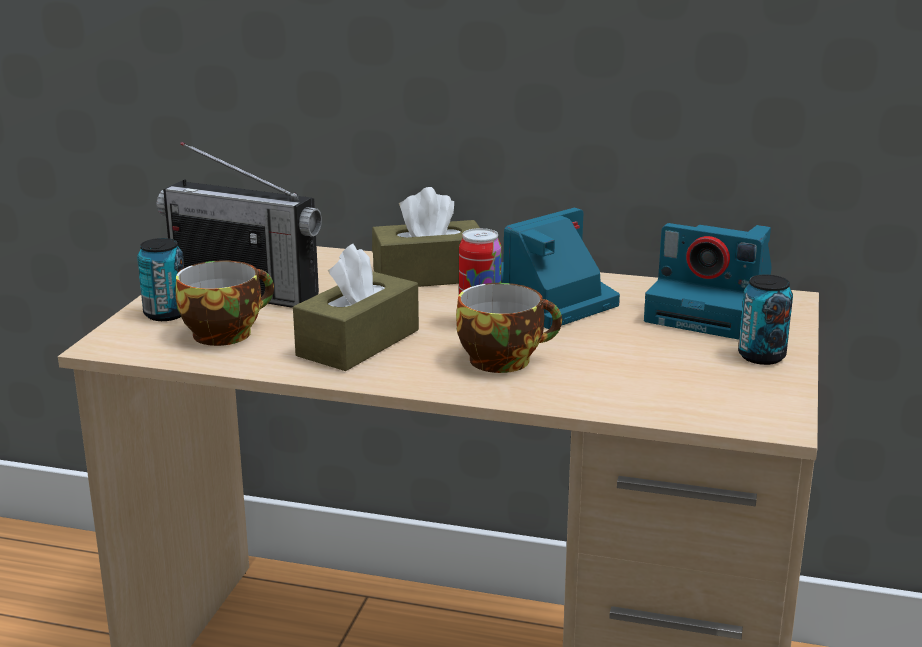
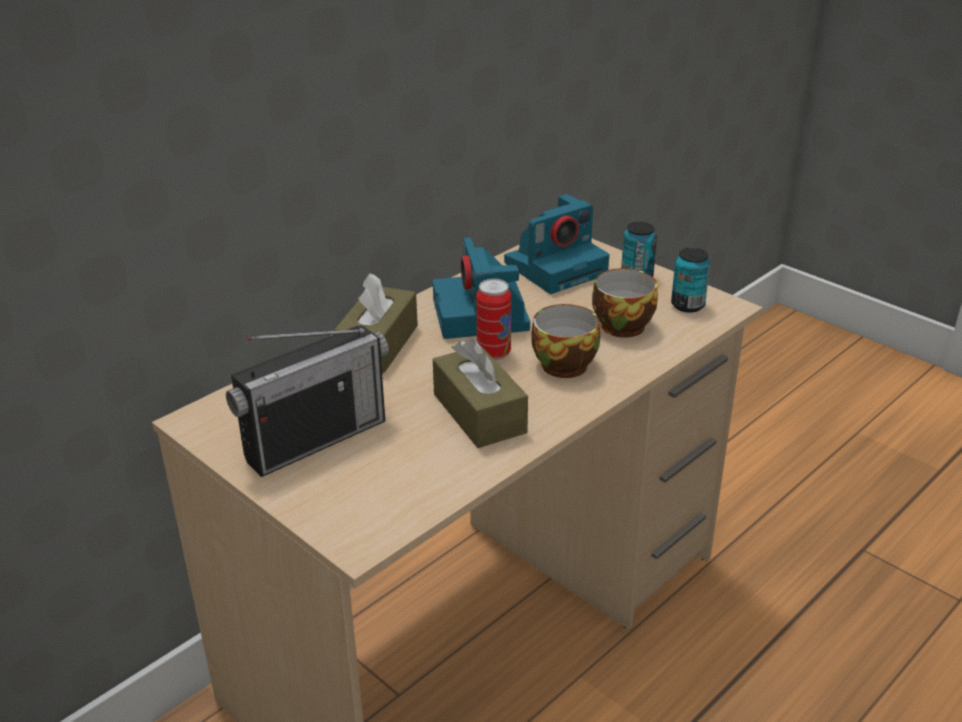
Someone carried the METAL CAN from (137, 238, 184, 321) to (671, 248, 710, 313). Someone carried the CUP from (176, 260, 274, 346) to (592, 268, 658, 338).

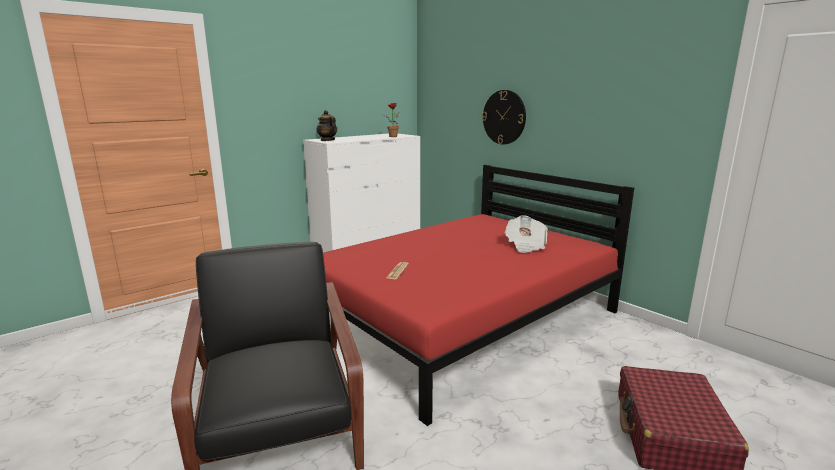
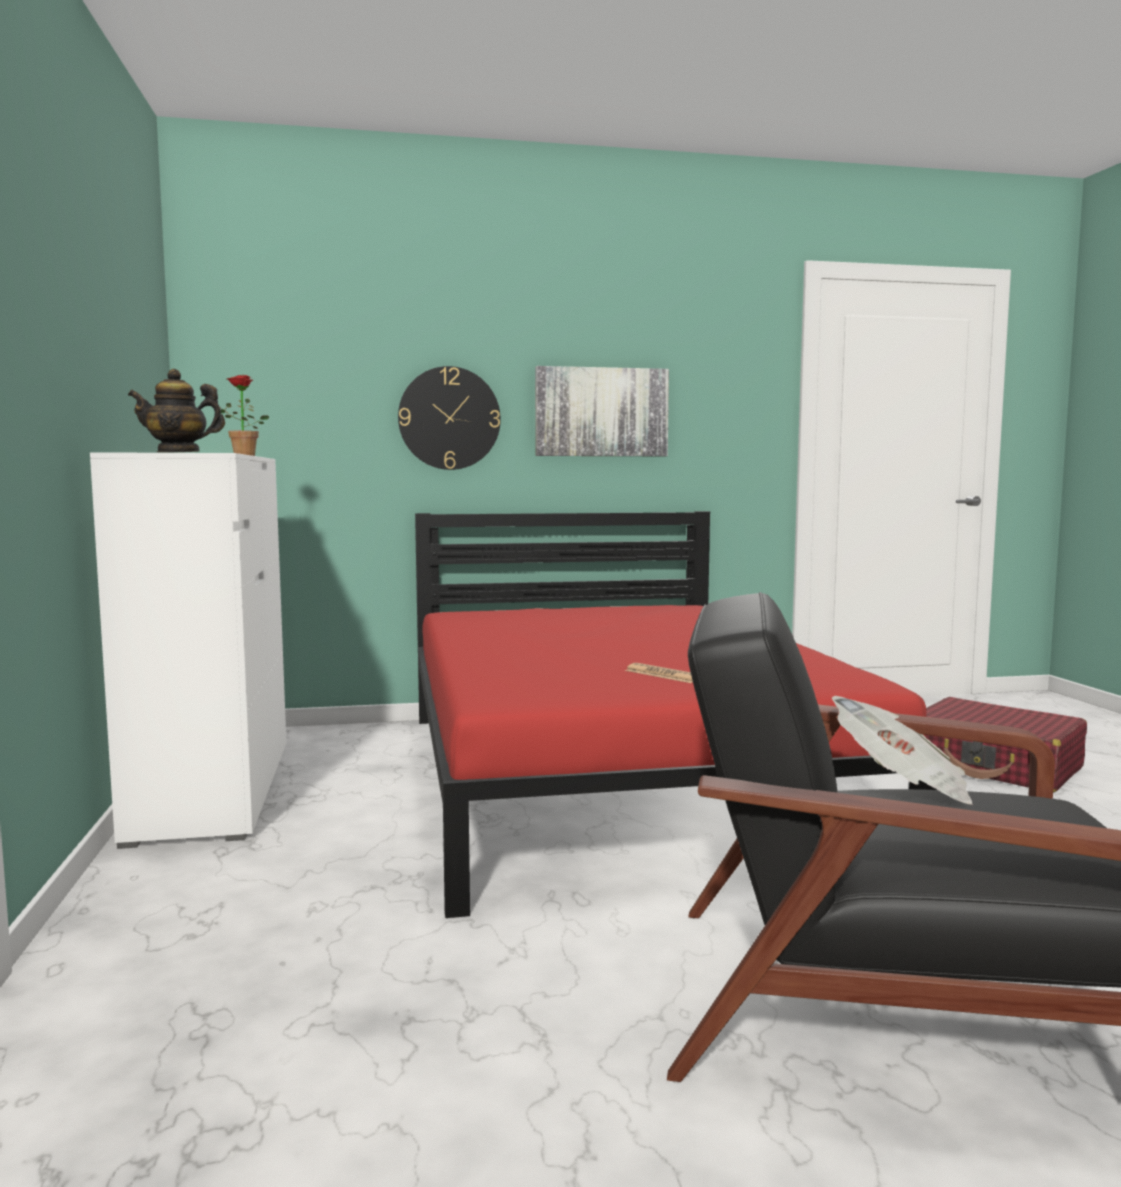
Someone carried the NEWSPAPER from (505, 215, 548, 253) to (832, 696, 973, 805). Someone put up the WALL PICTURE at (535, 366, 669, 456).

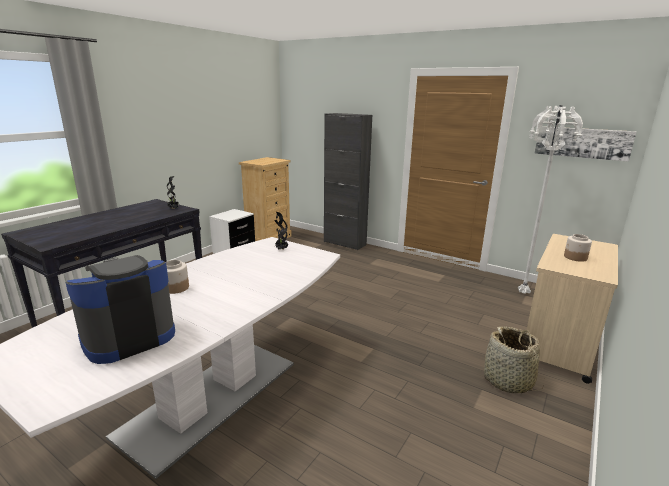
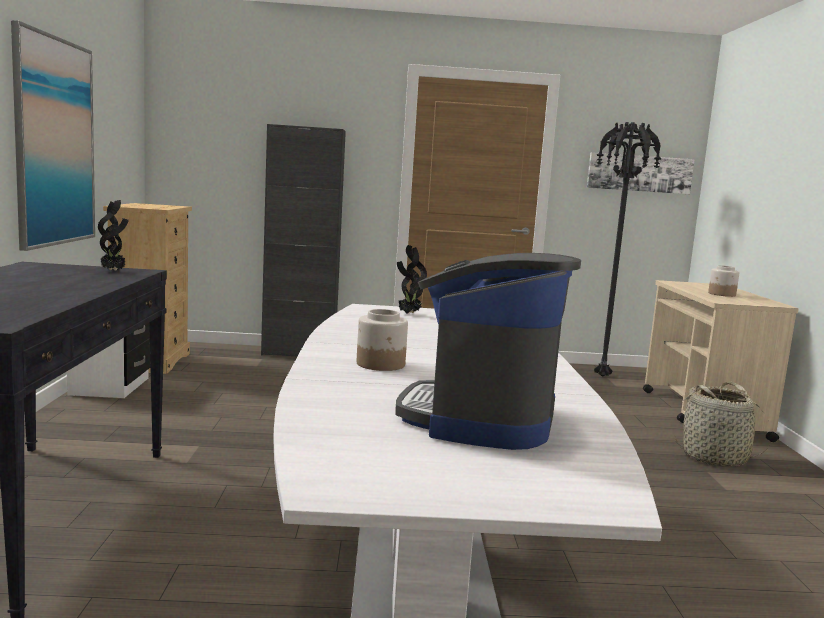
Someone repainted the WHITE STANDARD LAMP at (518, 105, 583, 294), which became the BLACKISH STANDARD LAMP at (594, 122, 661, 377). Someone put up the WALL PICTURE at (11, 20, 95, 251).

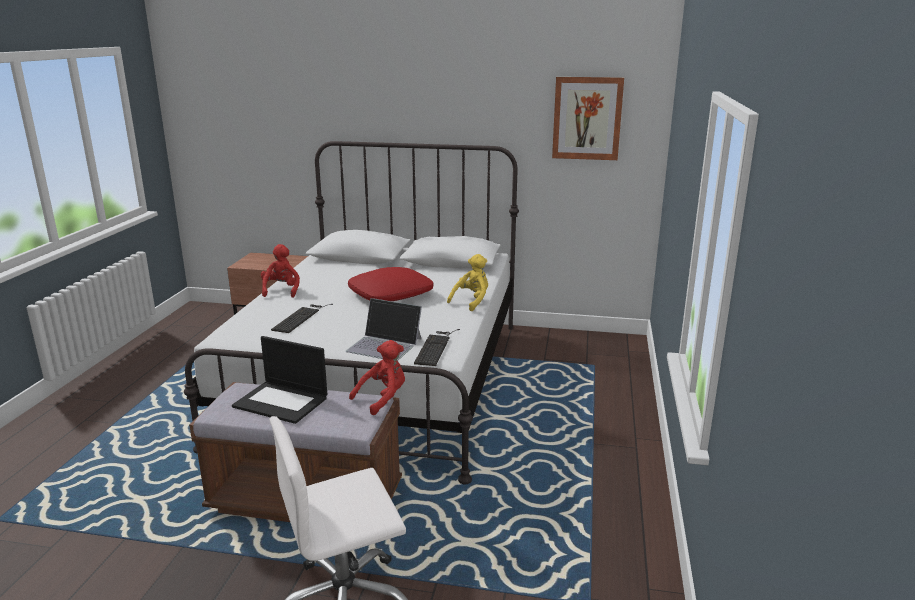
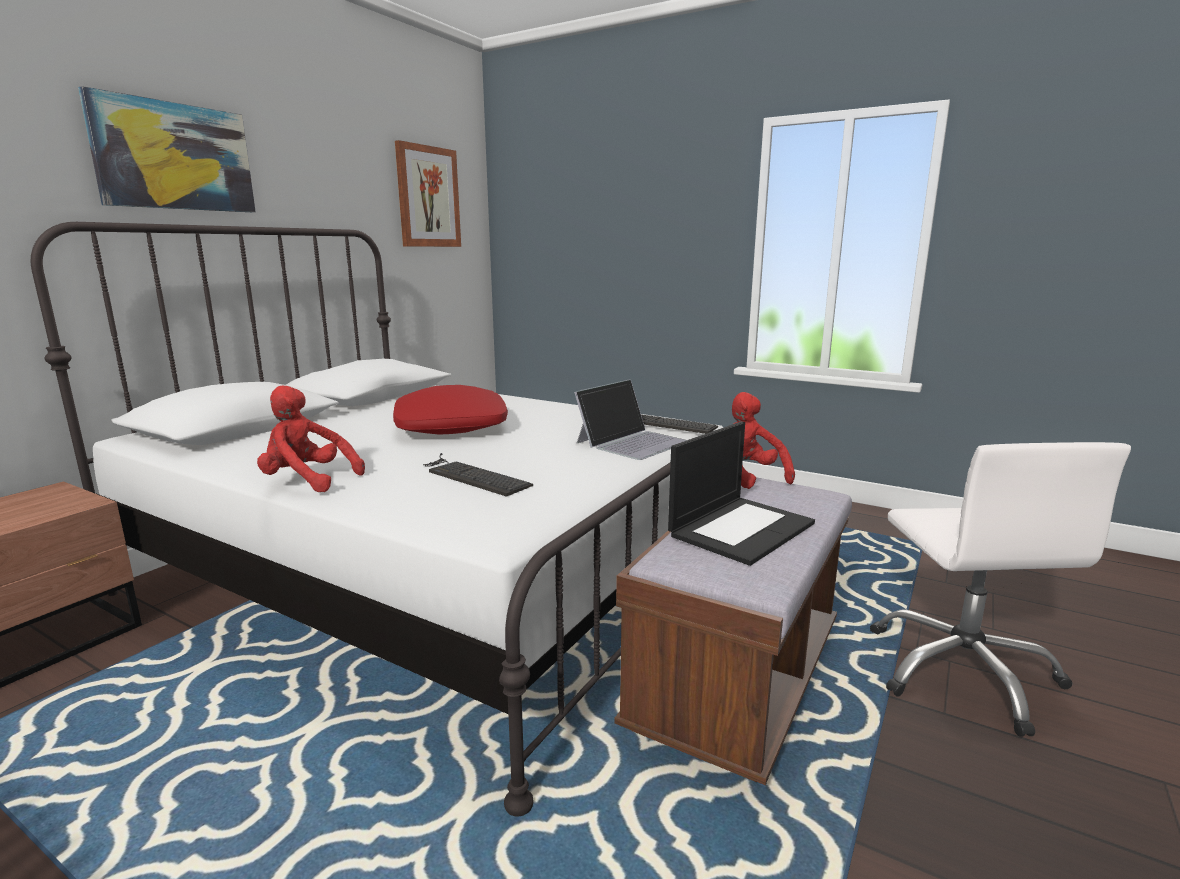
Someone took away the YELLOW-COLOURED SOFT TOY at (447, 254, 488, 311). Someone put up the WALL PICTURE at (78, 86, 256, 212).

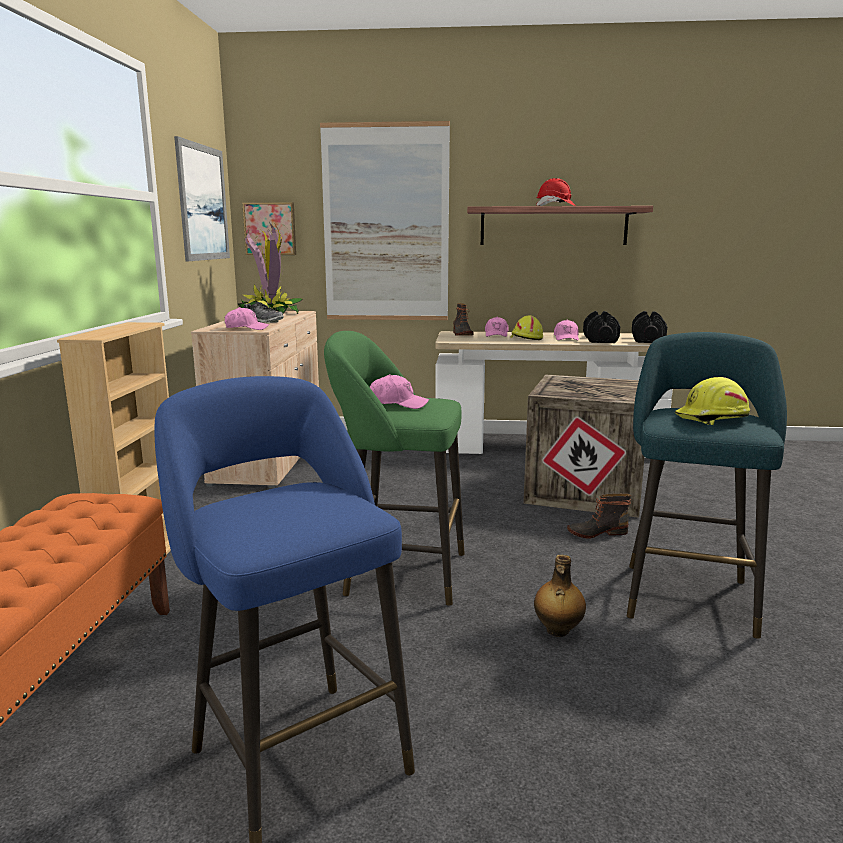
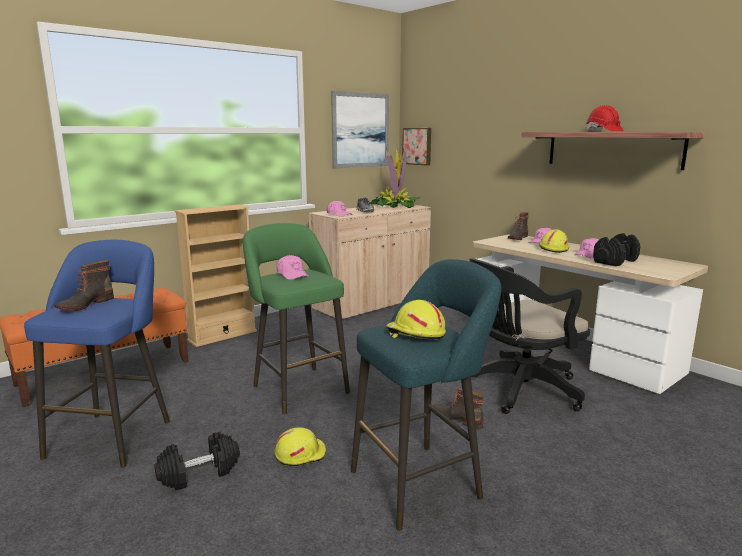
Someone took away the WALL PICTURE at (320, 121, 450, 320). Someone carried the BLACKISH DUMBBELL from (632, 311, 667, 343) to (154, 432, 240, 490). Someone swapped the SHIPPING CRATE at (523, 375, 645, 518) for the BLACKISH OFFICE CHAIR at (470, 258, 590, 414). Someone swapped the BOTTLE at (534, 555, 586, 637) for the YELLOW-COLOURED SAFETY HELMET at (274, 428, 326, 466). Someone put down the TALL BOOT at (55, 260, 114, 311).

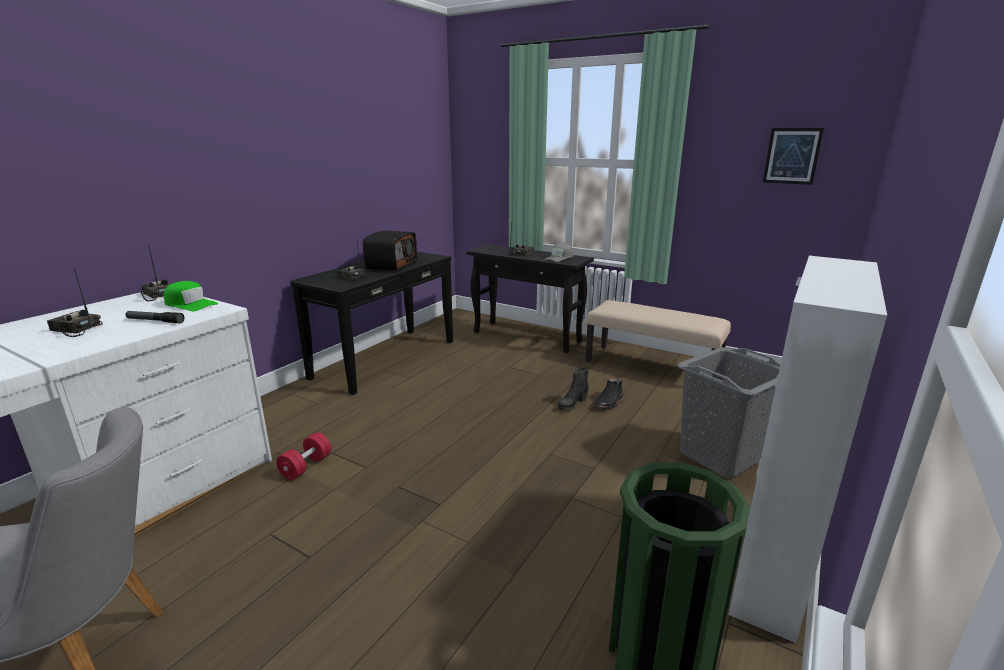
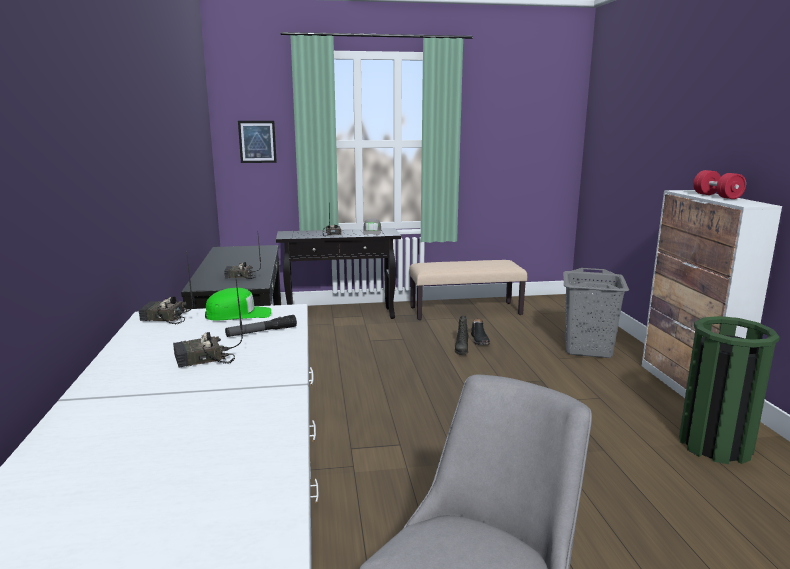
Someone carried the WALL PICTURE from (763, 128, 824, 185) to (238, 121, 277, 163). Someone took away the RADIO SET at (363, 231, 417, 271). Someone carried the RED-COLOURED DUMBBELL from (276, 432, 331, 480) to (693, 170, 746, 199).

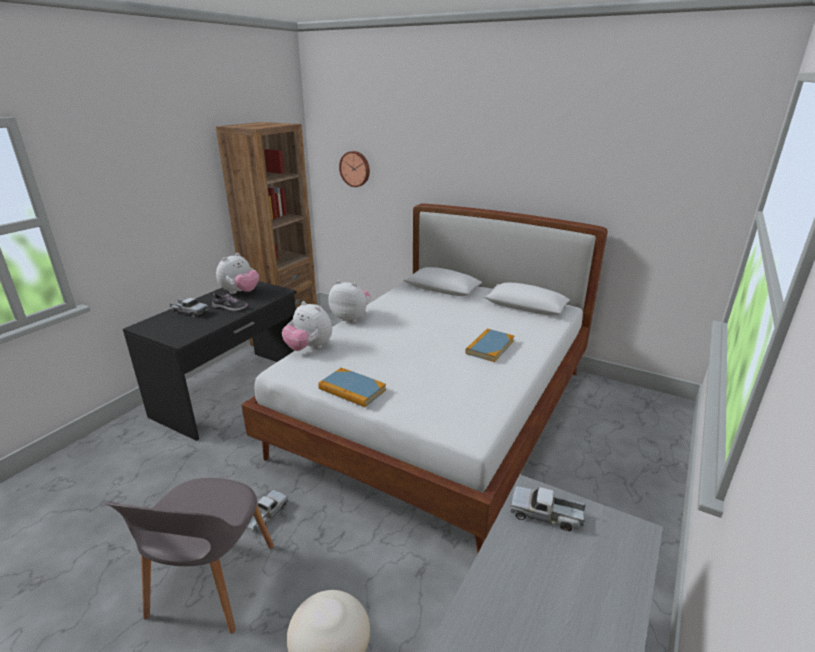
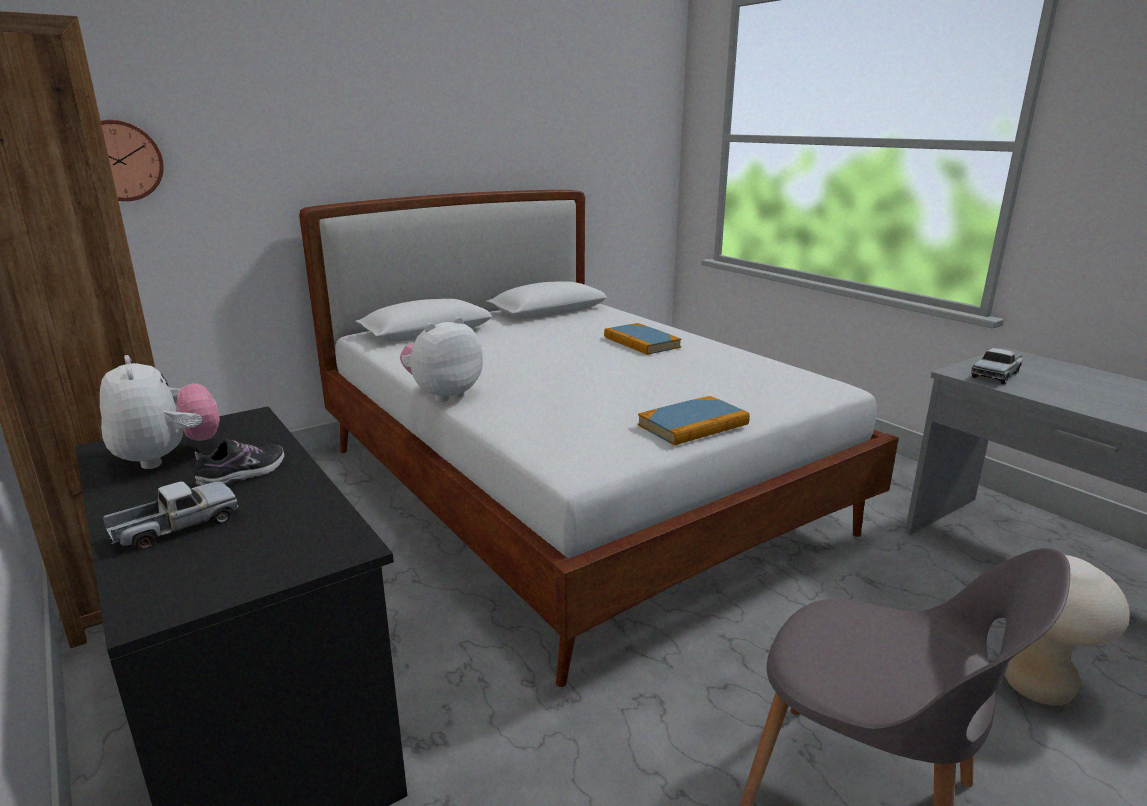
Someone took away the SOFT TOY at (282, 301, 332, 351). Someone took away the TOY LORRY at (247, 490, 288, 531).

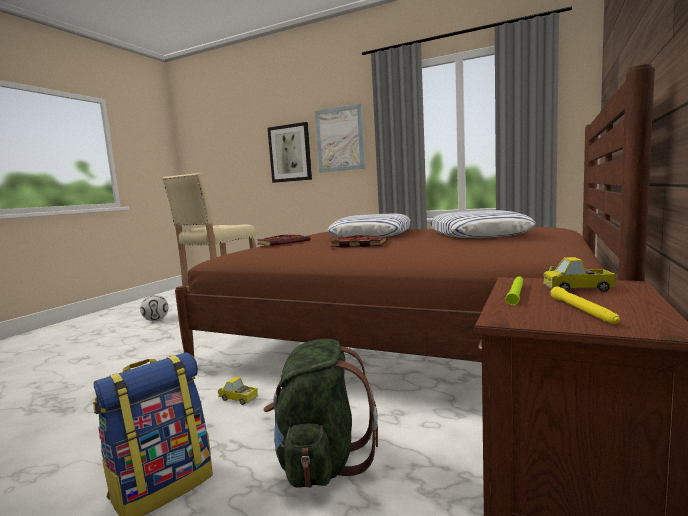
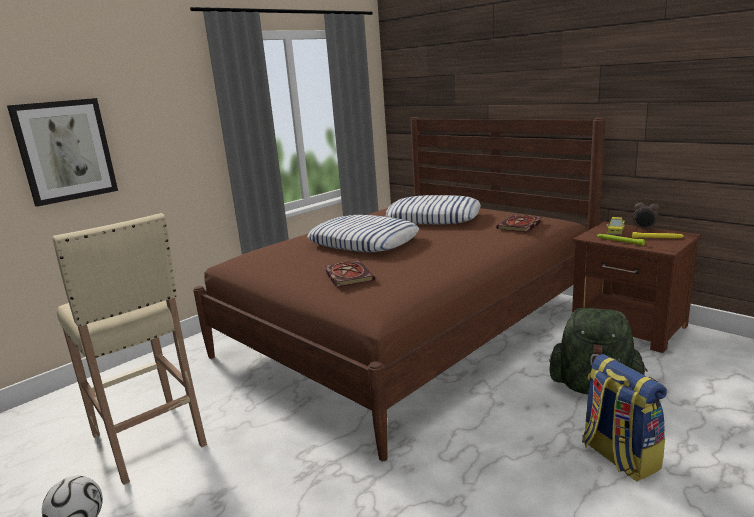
Someone took away the WALL PICTURE at (315, 104, 365, 173). Someone carried the BOOK from (330, 235, 388, 248) to (496, 215, 542, 233). Someone took away the TOY LORRY at (218, 377, 258, 405). Someone put down the BEDSIDE CLOCK at (633, 199, 659, 231).

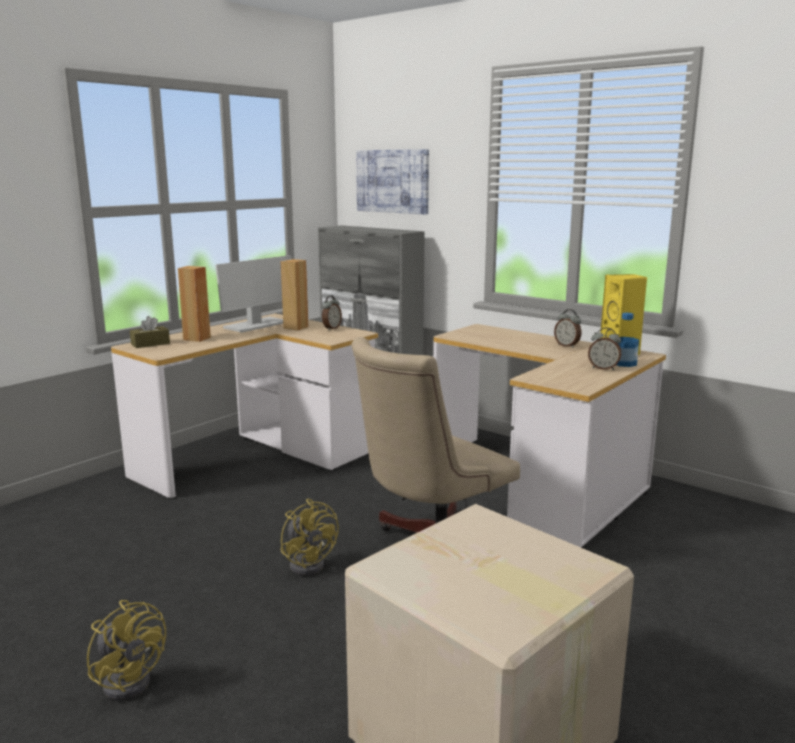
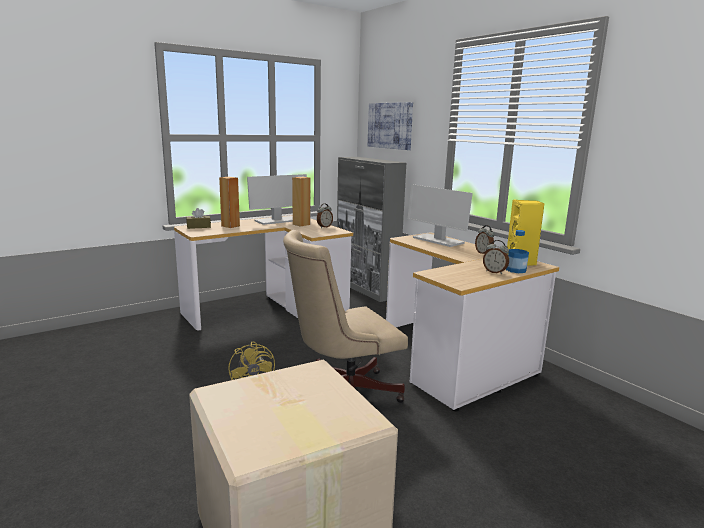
Someone took away the YELLOW-COLOURED ELECTRIC FAN at (87, 600, 166, 701). Someone put down the MONITOR at (408, 184, 473, 247).

